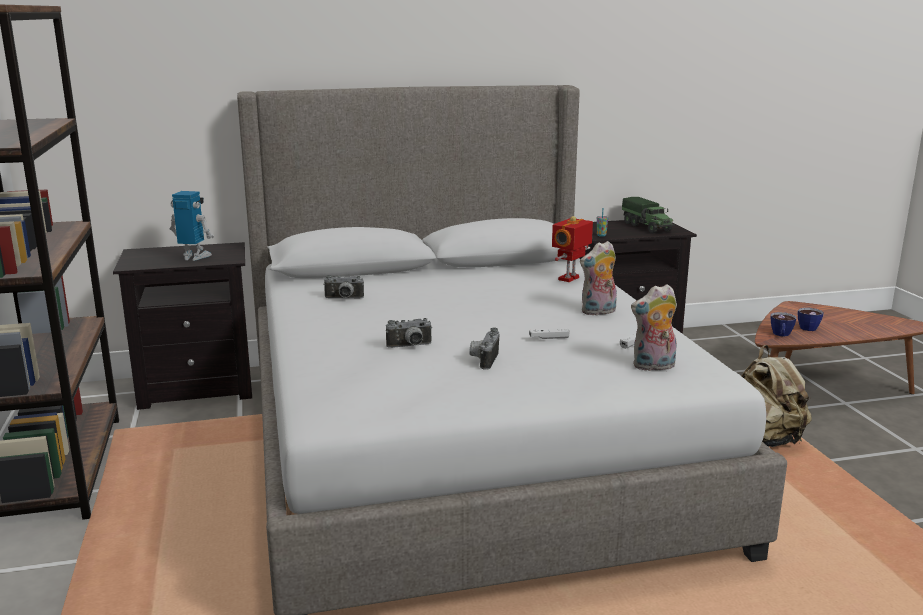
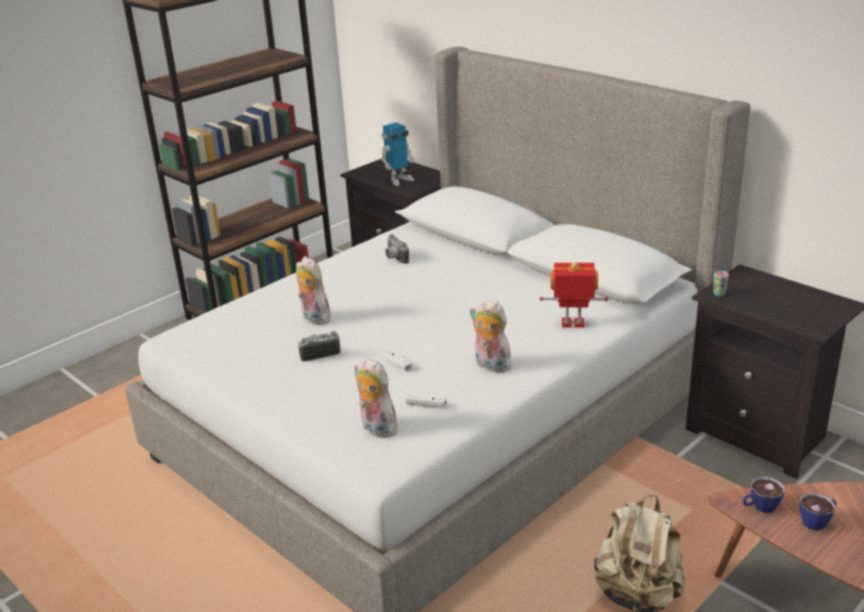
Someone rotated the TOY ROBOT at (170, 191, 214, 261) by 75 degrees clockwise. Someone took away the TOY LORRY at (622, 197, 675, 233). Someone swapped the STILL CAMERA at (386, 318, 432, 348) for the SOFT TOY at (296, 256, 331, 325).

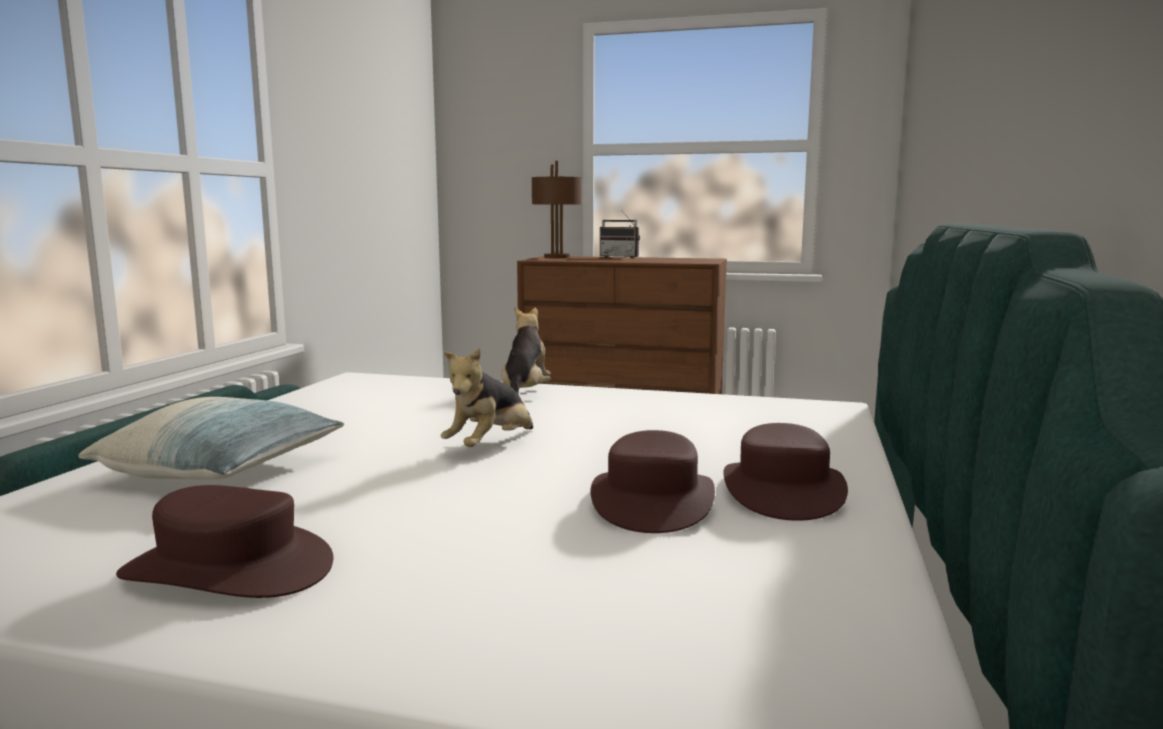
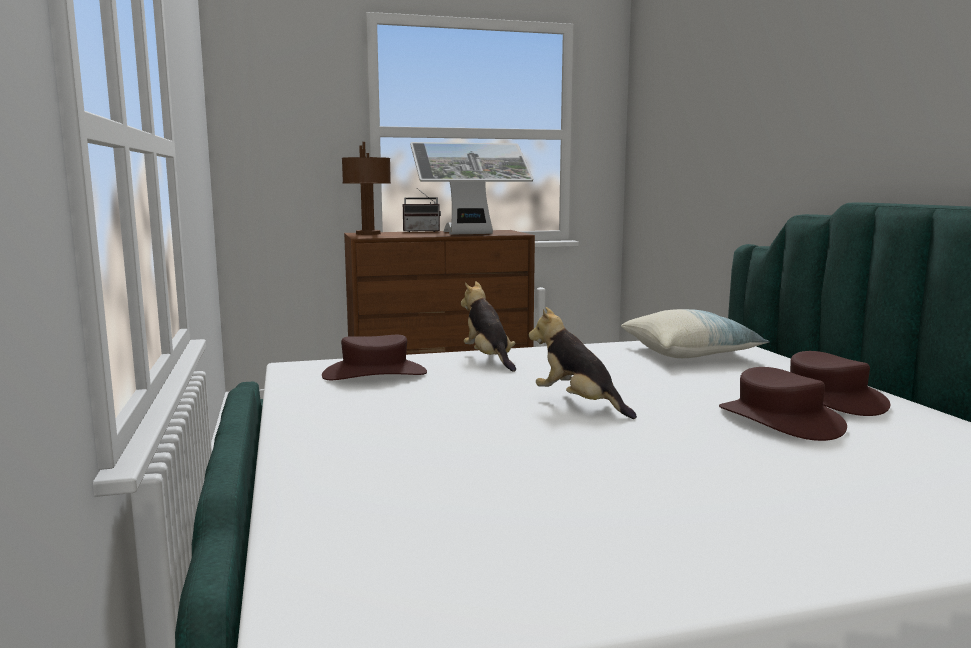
Someone rotated the SOFT TOY at (441, 348, 533, 447) by 135 degrees clockwise. Someone carried the PILLOW from (78, 397, 344, 479) to (621, 309, 770, 358). Someone carried the BROWN-COLOURED HAT from (116, 485, 334, 598) to (322, 335, 427, 380). Someone put down the MONITOR at (410, 142, 533, 235).

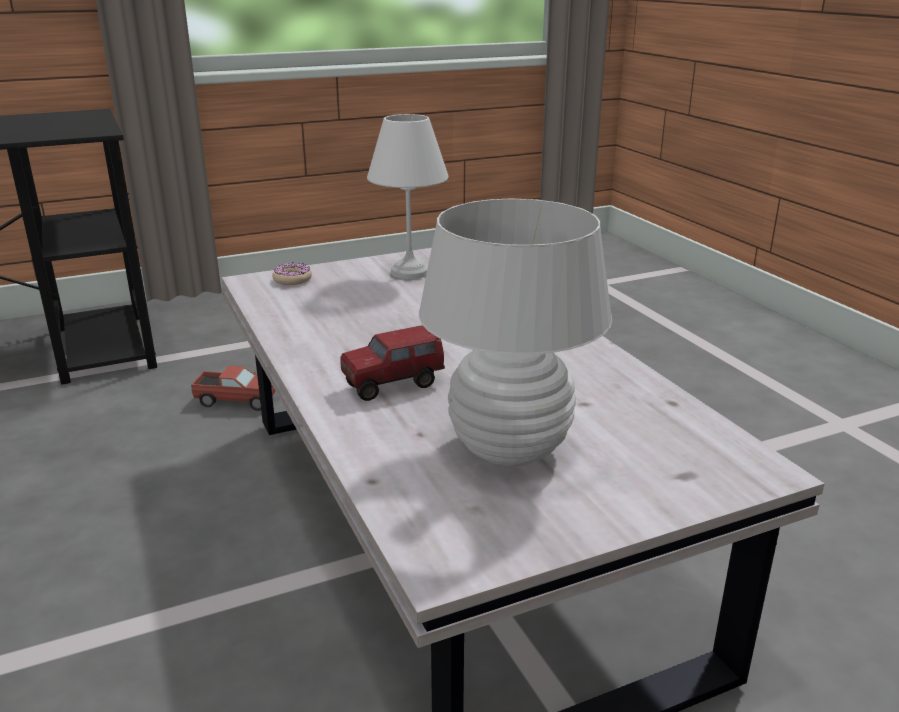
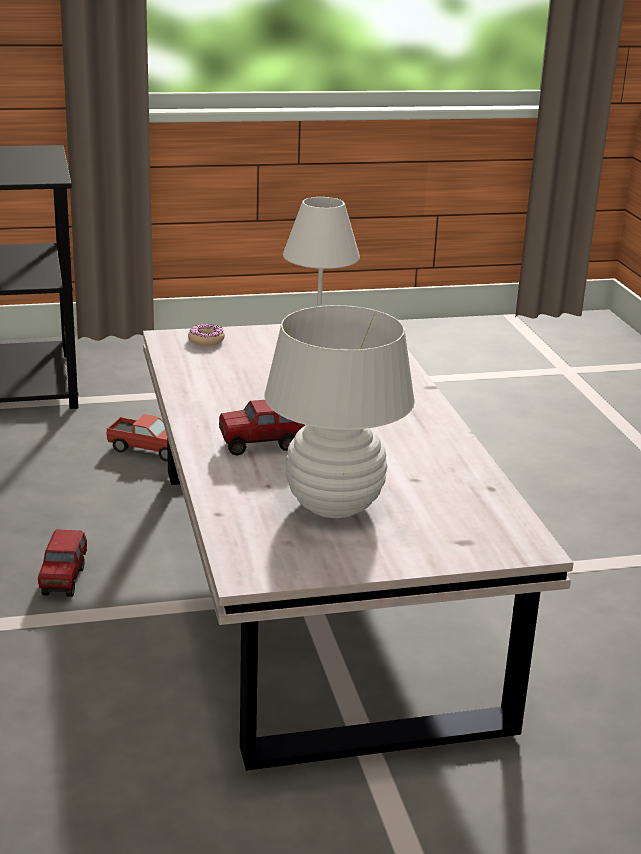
Someone put down the TOY LORRY at (38, 529, 87, 597).

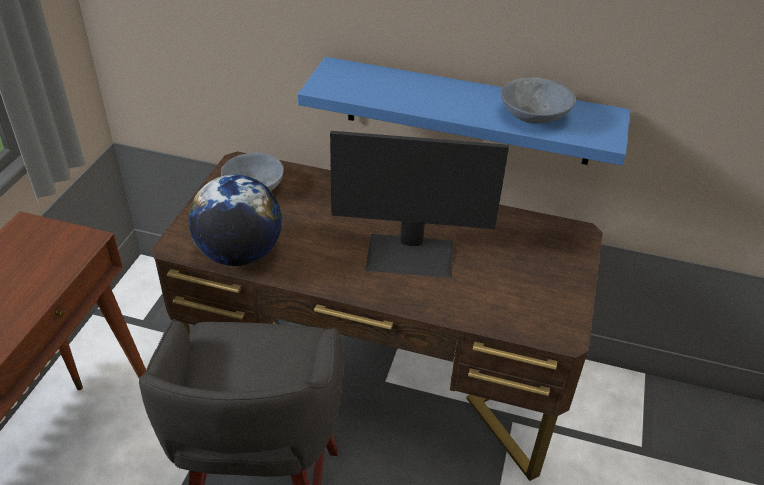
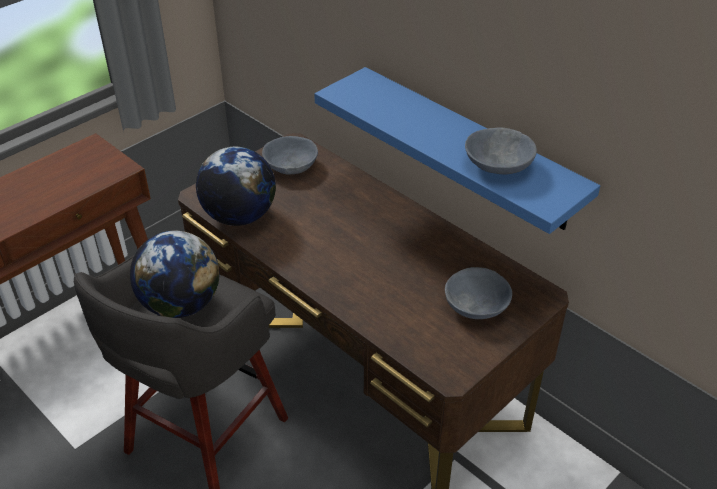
Someone took away the MONITOR at (330, 131, 509, 278). Someone put down the DESK GLOBE at (130, 231, 220, 318). Someone put down the GREY SERVING BOWL at (445, 267, 512, 319).

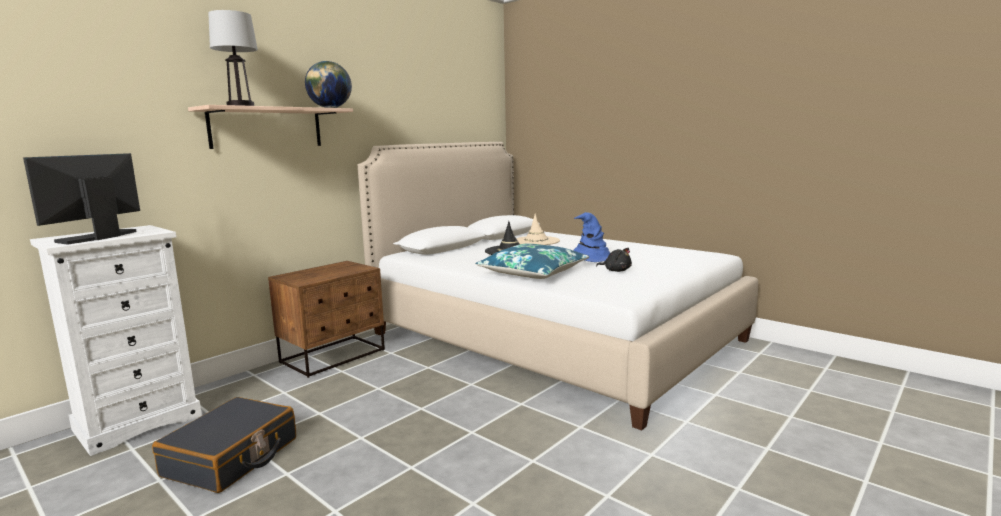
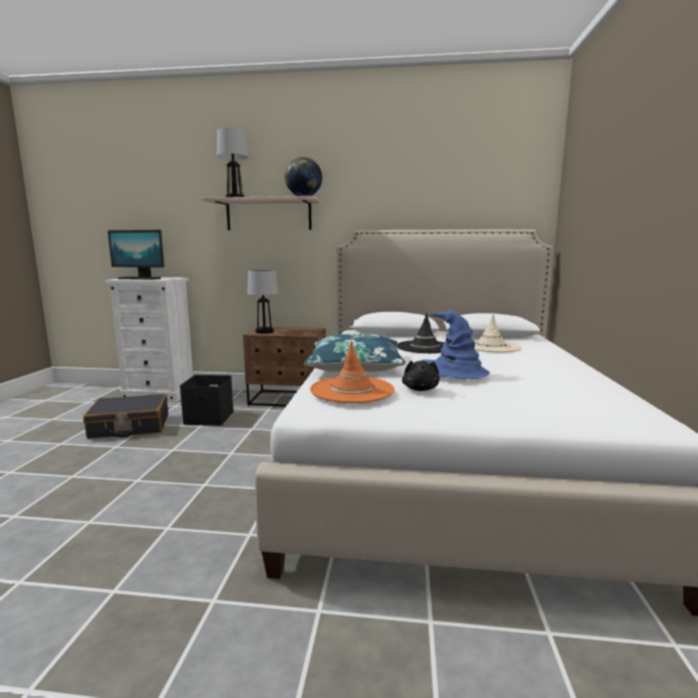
Someone rotated the MONITOR at (23, 153, 140, 245) by 150 degrees counterclockwise. Someone put down the LAMP FOR A TABLE at (247, 270, 278, 334). Someone put down the ORANGEY HAT at (310, 340, 394, 403). Someone put down the BLACKISH STORAGE CONTAINER at (180, 375, 234, 425).

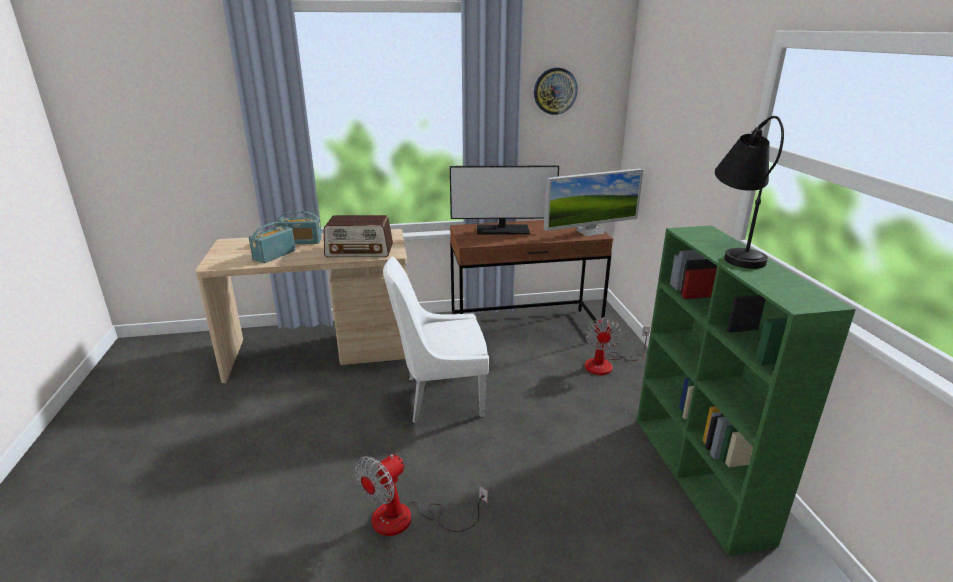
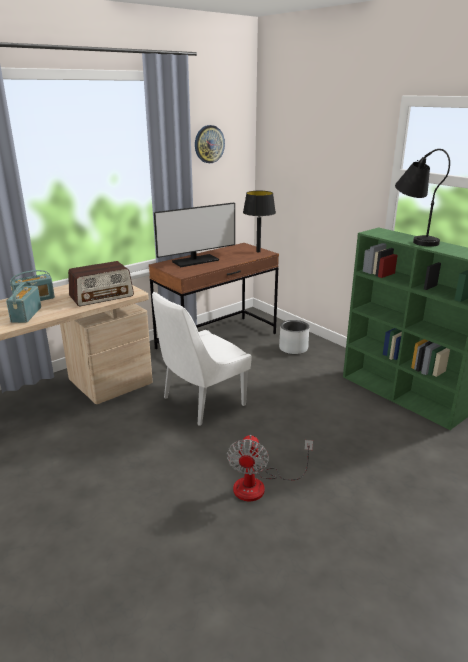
Someone swapped the MONITOR at (544, 168, 643, 236) for the BLACKISH LAMP FOR A TABLE at (243, 191, 276, 252). Someone swapped the ELECTRIC FAN at (585, 317, 650, 375) for the GREY FLOWER POT at (279, 320, 309, 355).

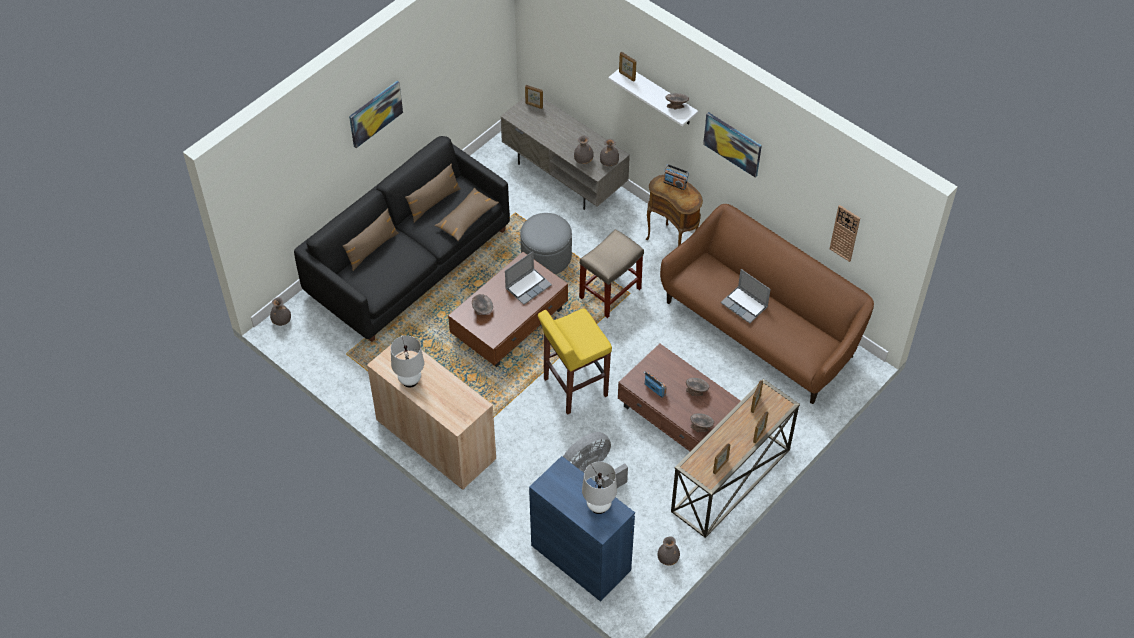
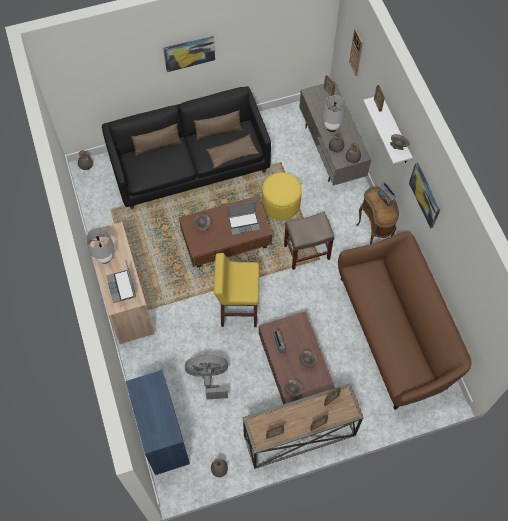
Someone carried the WALL CLOCK from (830, 205, 860, 262) to (349, 28, 363, 76). Someone repainted the GREY OTTOMAN at (520, 213, 572, 274), which became the YELLOW-COLOURED OTTOMAN at (262, 172, 302, 220). Someone carried the LAPTOP from (721, 269, 771, 323) to (106, 259, 136, 303). Someone carried the WHITE LAMP FOR A TABLE from (582, 462, 617, 514) to (322, 95, 345, 132).

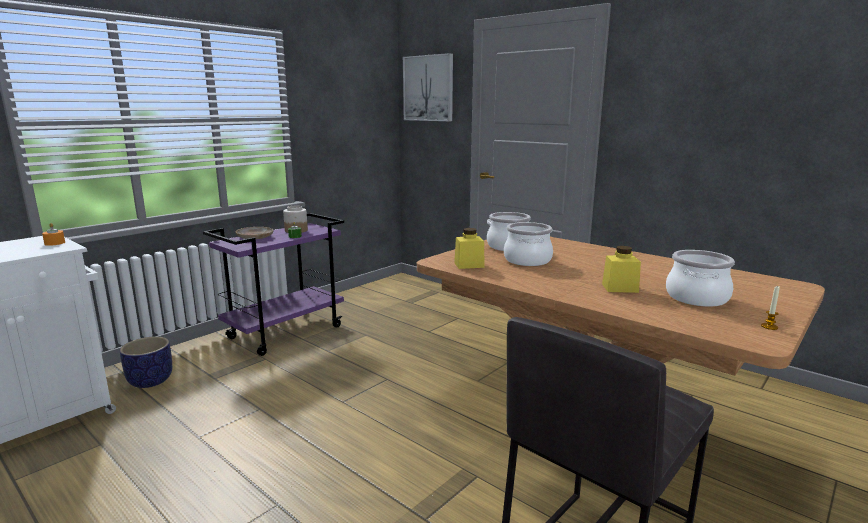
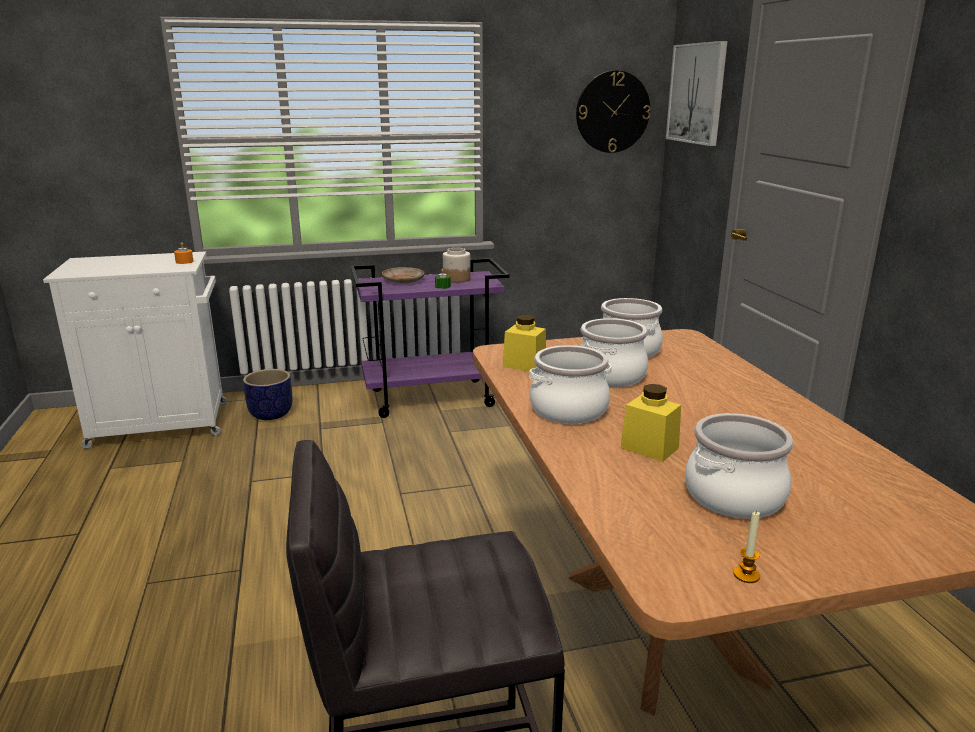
Someone put up the WALL CLOCK at (576, 70, 651, 153). Someone put down the STOCKPOT at (529, 345, 612, 424).

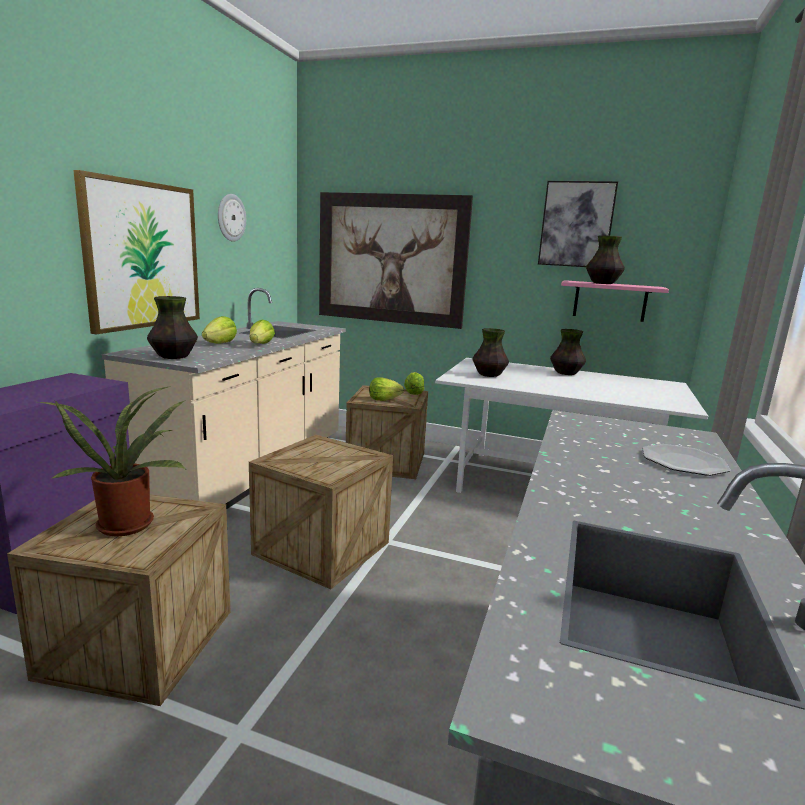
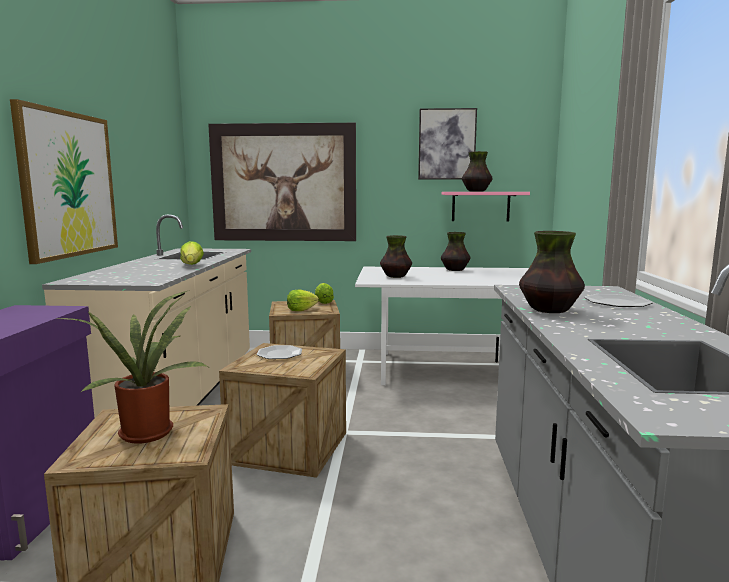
Someone took away the WALL CLOCK at (218, 194, 246, 242). Someone carried the FLOWER VASE from (147, 296, 198, 359) to (519, 231, 585, 313). Someone took away the LETTUCE at (202, 316, 237, 344). Someone put down the FLAT DISH at (256, 345, 302, 359).

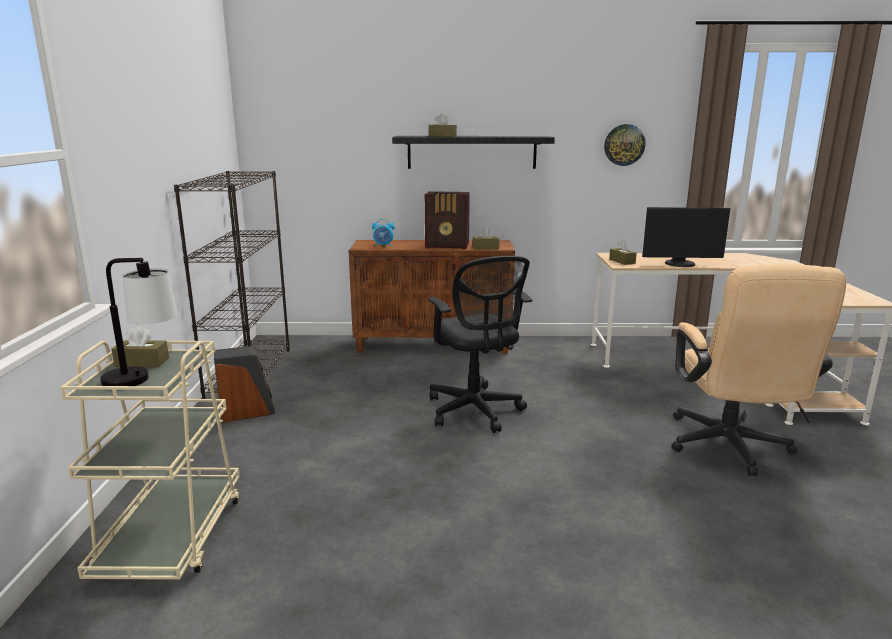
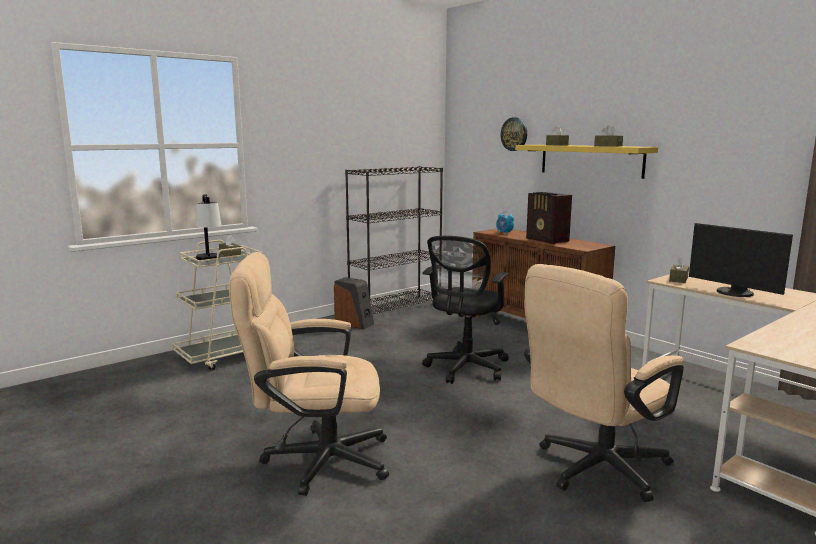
Someone carried the WALL CLOCK from (604, 124, 645, 166) to (500, 117, 527, 151). Someone repainted the BLACKISH BRACKET SHELF at (392, 136, 555, 169), which became the YELLOW-COLOURED BRACKET SHELF at (515, 145, 658, 179). Someone carried the BROWN-COLOURED TISSUE BOX from (472, 227, 499, 250) to (594, 125, 623, 147). Someone put down the BEIGE OFFICE CHAIR at (229, 252, 389, 496).

